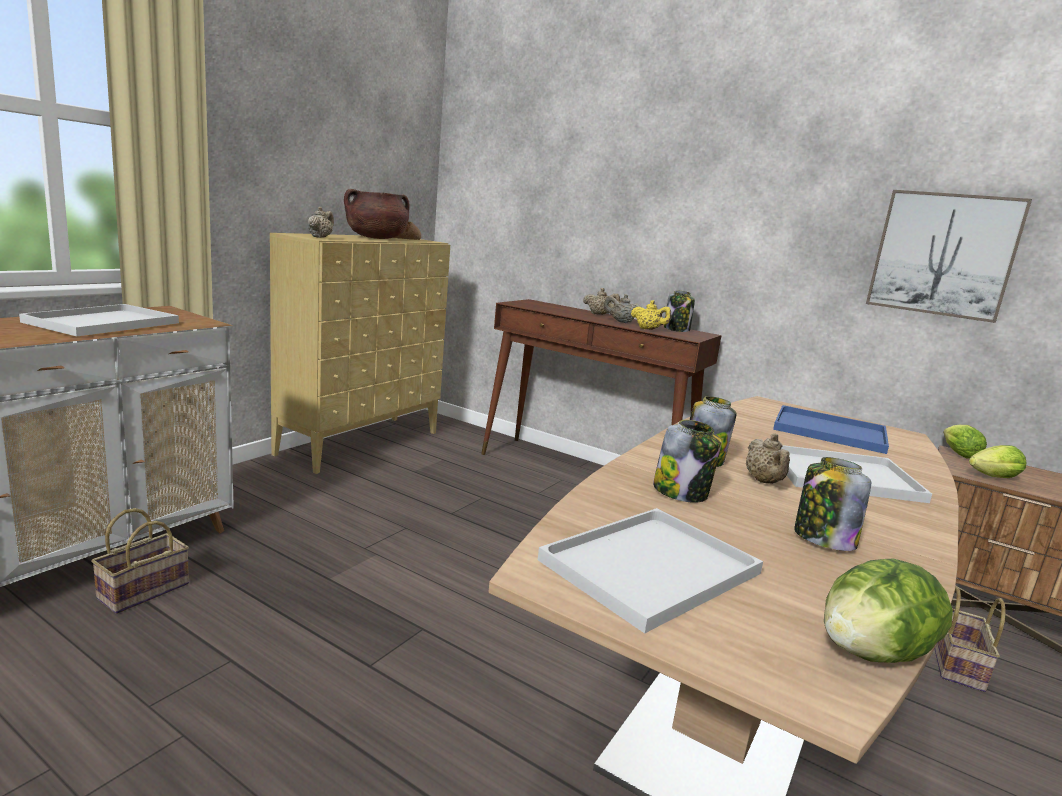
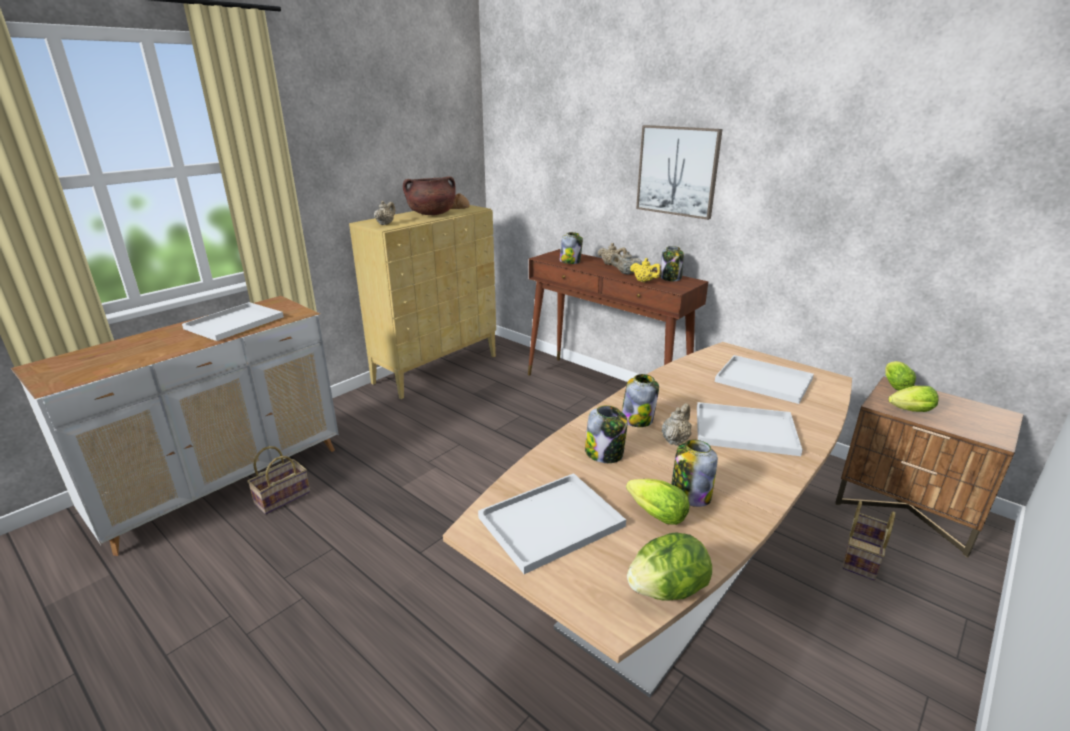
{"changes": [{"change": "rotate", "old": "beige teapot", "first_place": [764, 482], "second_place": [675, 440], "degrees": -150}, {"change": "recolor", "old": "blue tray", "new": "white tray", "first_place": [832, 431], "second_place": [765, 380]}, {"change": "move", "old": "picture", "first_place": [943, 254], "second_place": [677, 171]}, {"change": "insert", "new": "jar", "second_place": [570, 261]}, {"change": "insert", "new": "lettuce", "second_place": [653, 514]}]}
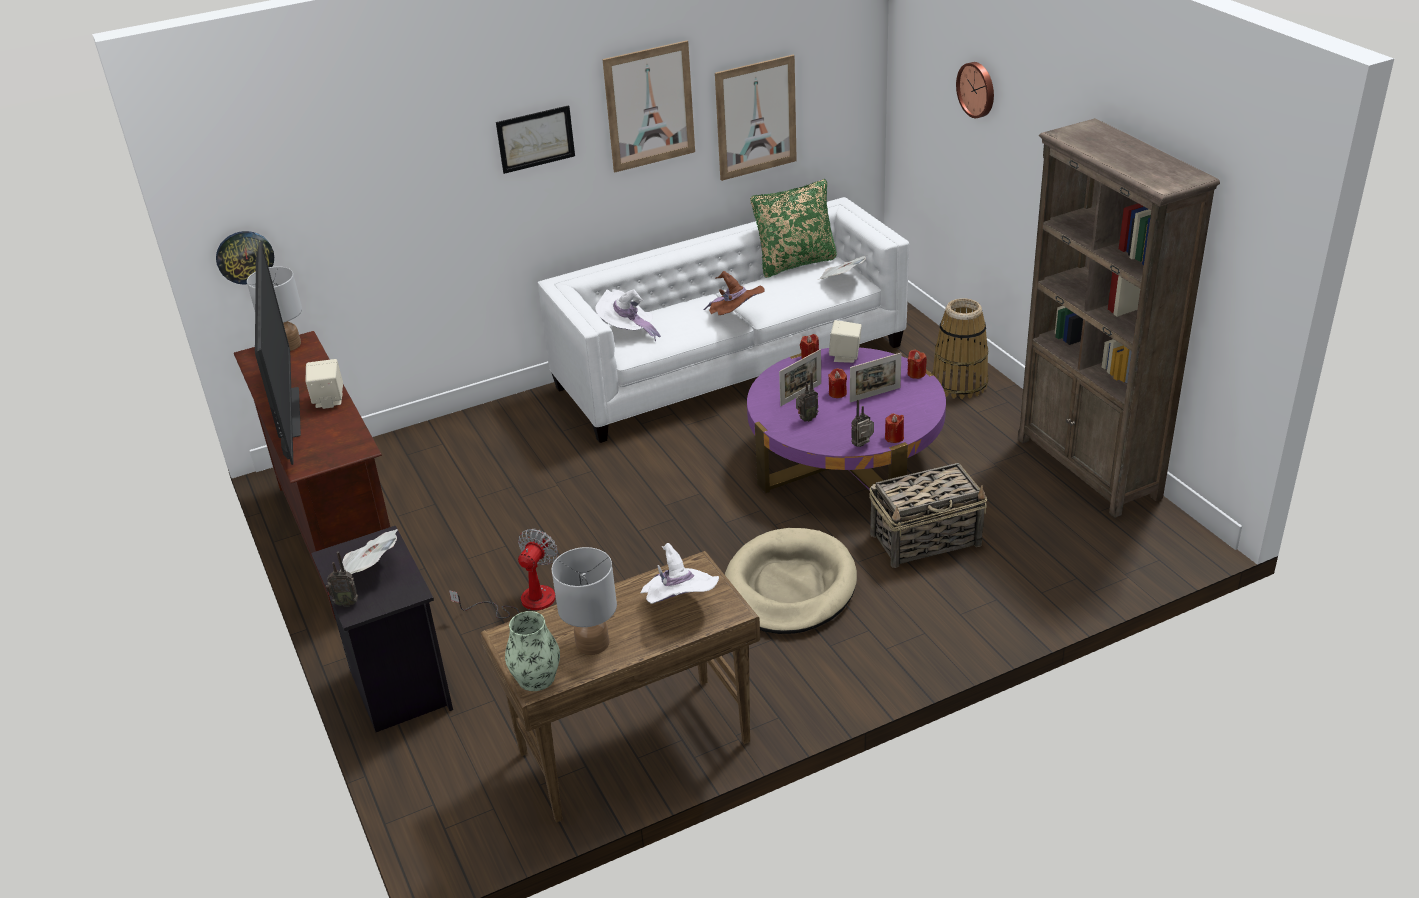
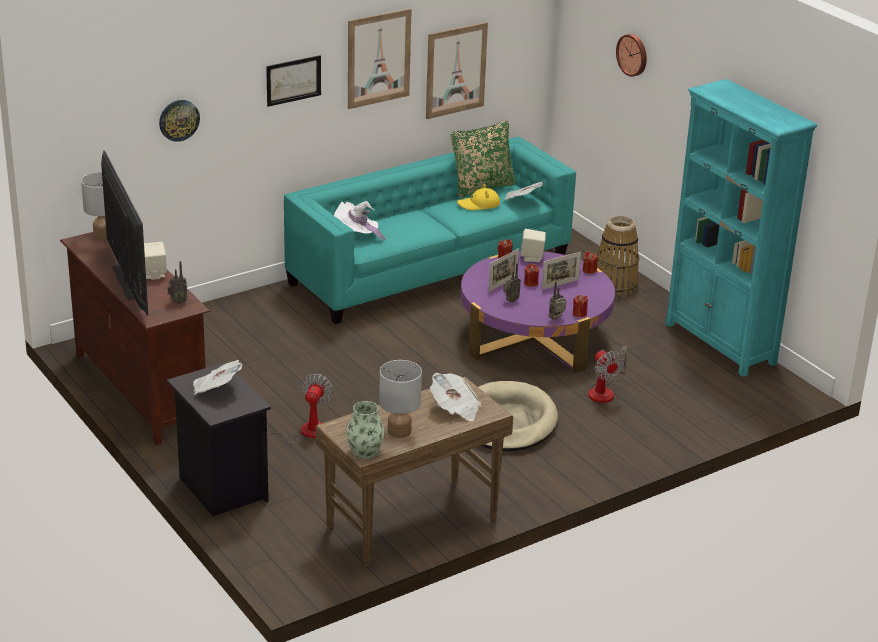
{"changes": [{"change": "move", "old": "wall clock", "first_place": [244, 257], "second_place": [179, 120]}, {"change": "move", "old": "radio", "first_place": [346, 603], "second_place": [178, 302]}, {"change": "recolor", "old": "white sofa", "new": "turquoise sofa", "first_place": [730, 367], "second_place": [429, 270]}, {"change": "replace", "old": "white hat", "new": "newspaper", "first_place": [679, 605], "second_place": [455, 408]}, {"change": "delete", "old": "brown hat", "first_place": [735, 316]}, {"change": "replace", "old": "basket", "new": "fan", "first_place": [926, 539], "second_place": [605, 391]}, {"change": "recolor", "old": "brown bookcase", "new": "turquoise bookcase", "first_place": [1088, 468], "second_place": [720, 344]}, {"change": "insert", "new": "yellow hat", "second_place": [479, 204]}]}
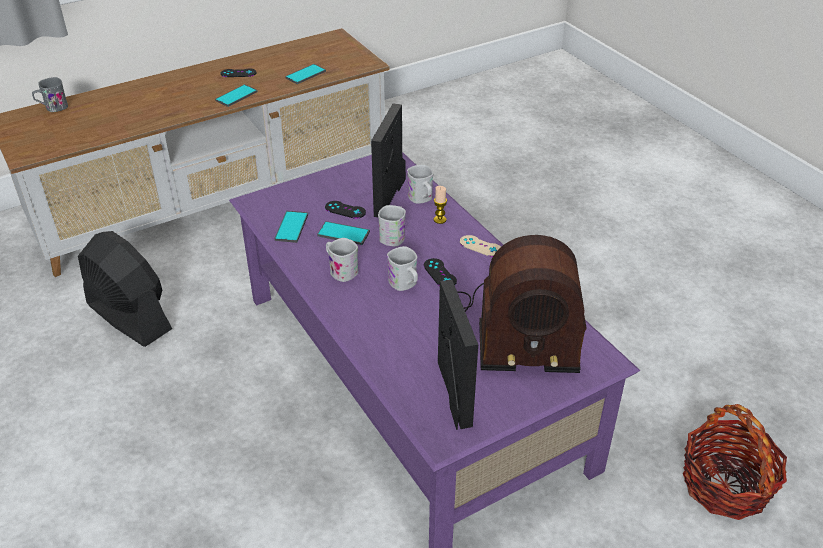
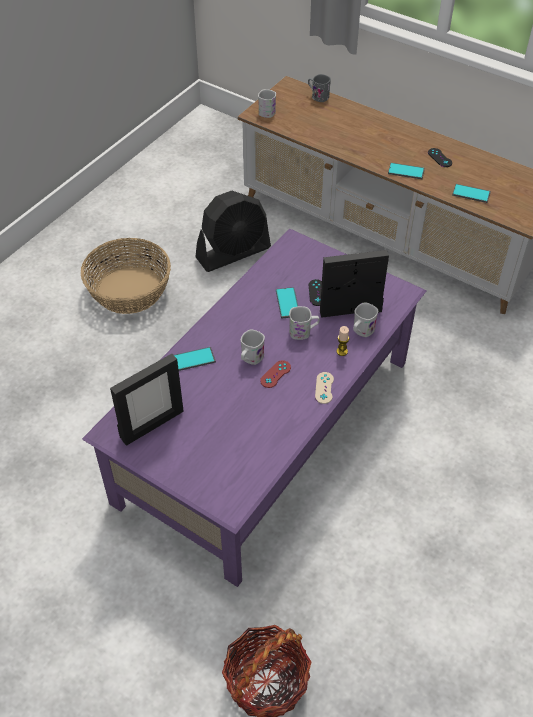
{"changes": [{"change": "rotate", "old": "black fan", "first_place": [129, 317], "second_place": [233, 253], "degrees": 45}, {"change": "move", "old": "phone", "first_place": [291, 227], "second_place": [193, 359]}, {"change": "move", "old": "white mug", "first_place": [340, 270], "second_place": [268, 111]}, {"change": "recolor", "old": "black game controller", "new": "red game controller", "first_place": [440, 273], "second_place": [275, 374]}, {"change": "delete", "old": "radio", "first_place": [509, 331]}, {"change": "insert", "new": "basket", "second_place": [129, 290]}]}
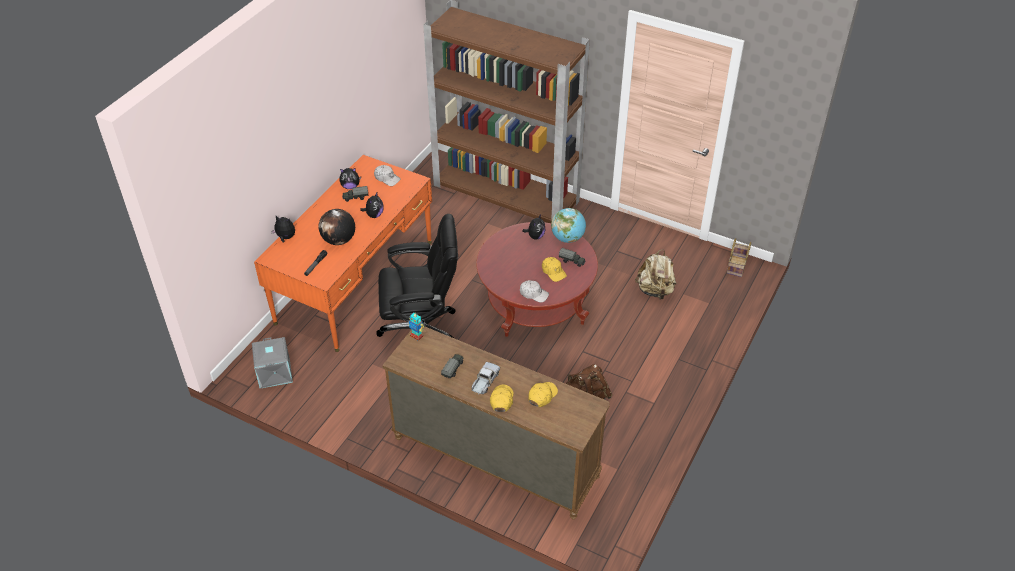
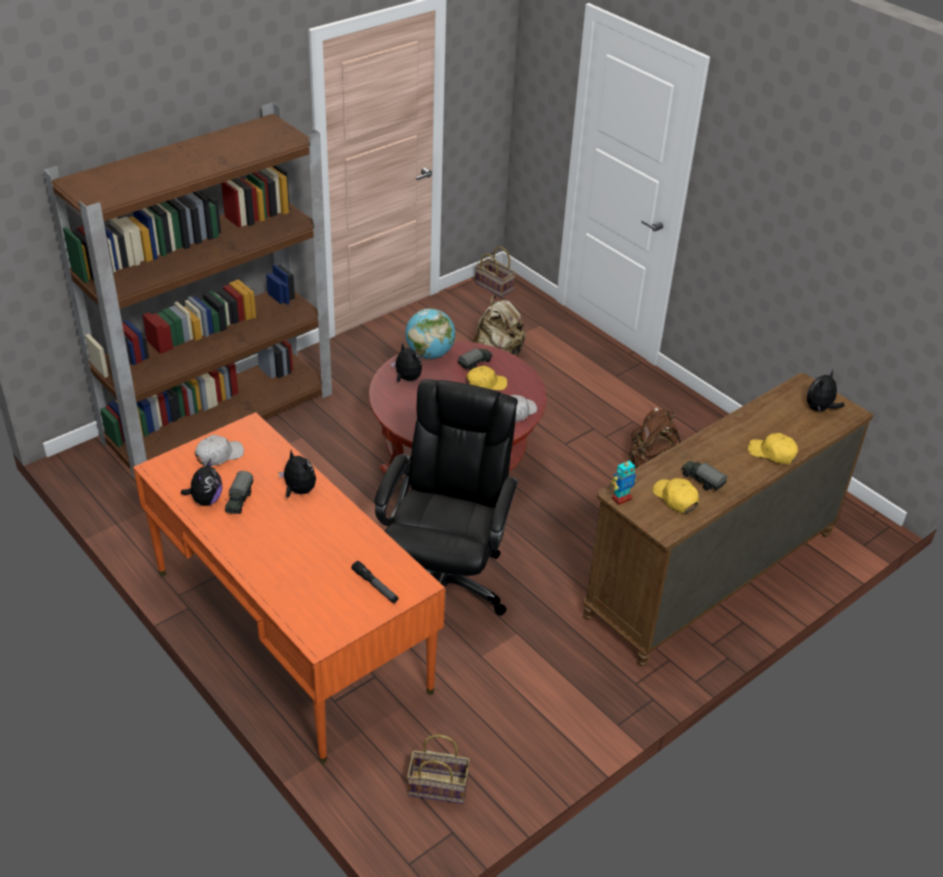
{"changes": [{"change": "replace", "old": "grey storage box", "new": "basket", "first_place": [275, 373], "second_place": [439, 786]}, {"change": "move", "old": "plush toy", "first_place": [285, 238], "second_place": [819, 409]}, {"change": "delete", "old": "globe", "first_place": [339, 240]}, {"change": "delete", "old": "toy truck", "first_place": [485, 382]}, {"change": "move", "old": "yellow cap", "first_place": [542, 396], "second_place": [675, 498]}]}
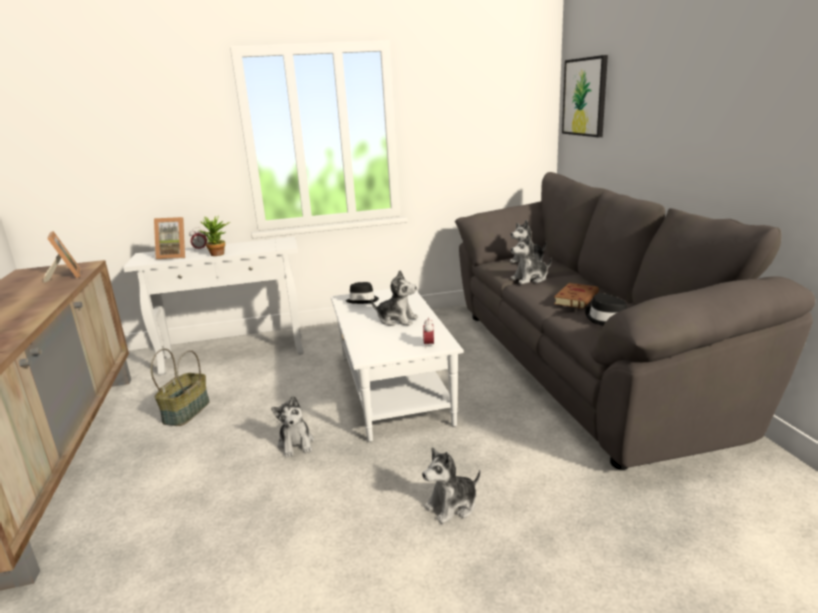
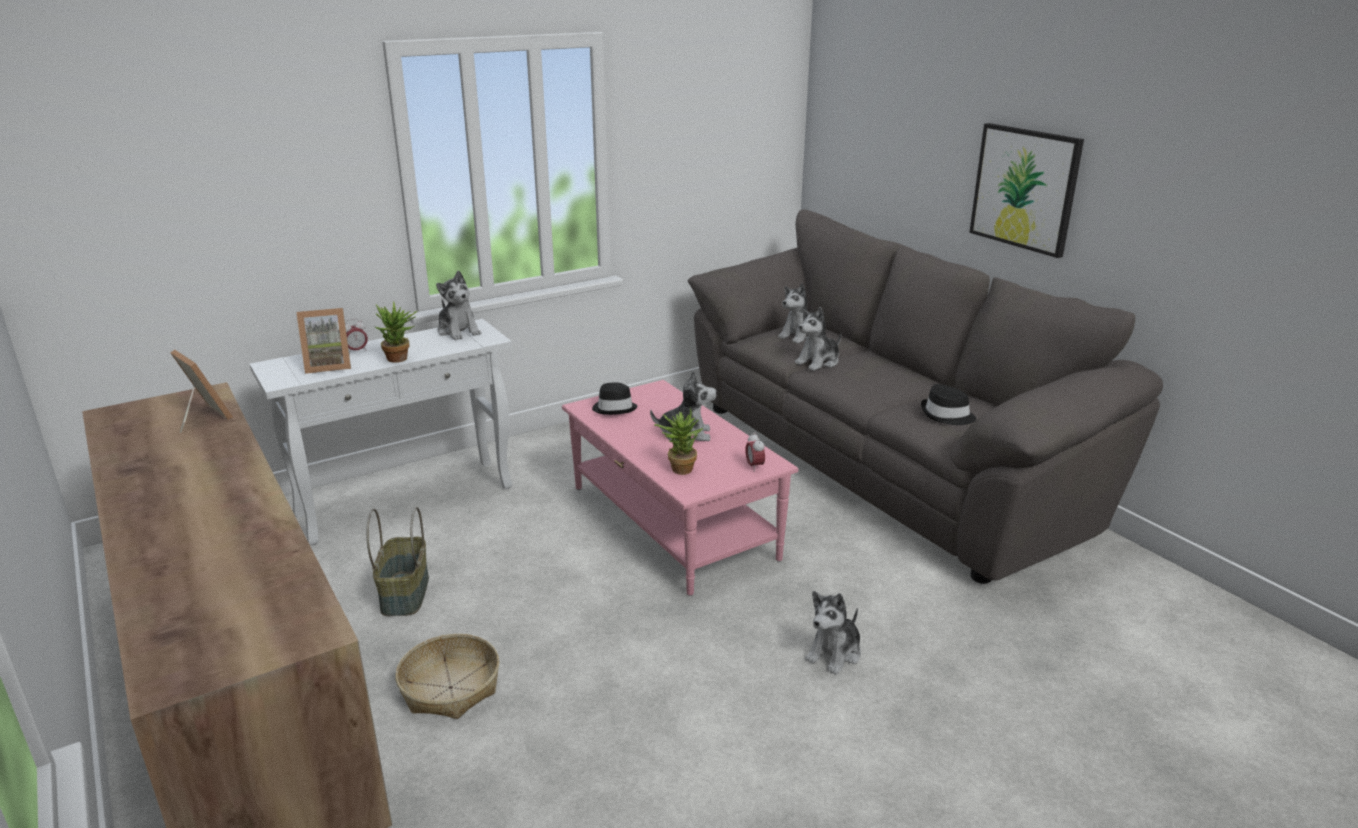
{"changes": [{"change": "move", "old": "plush toy", "first_place": [296, 444], "second_place": [459, 331]}, {"change": "recolor", "old": "white coffee table", "new": "pink coffee table", "first_place": [393, 389], "second_place": [673, 523]}, {"change": "delete", "old": "brown book", "first_place": [576, 298]}, {"change": "move", "old": "picture", "first_place": [585, 97], "second_place": [1025, 188]}, {"change": "insert", "new": "basket", "second_place": [450, 687]}, {"change": "insert", "new": "potted plant", "second_place": [679, 468]}]}
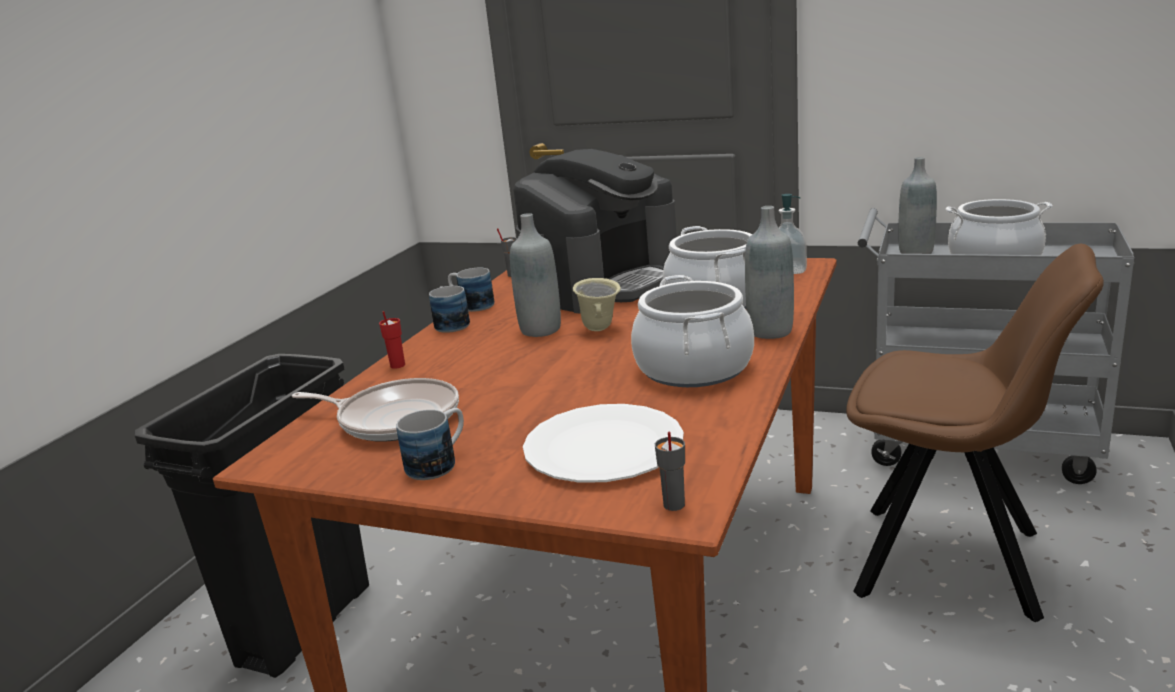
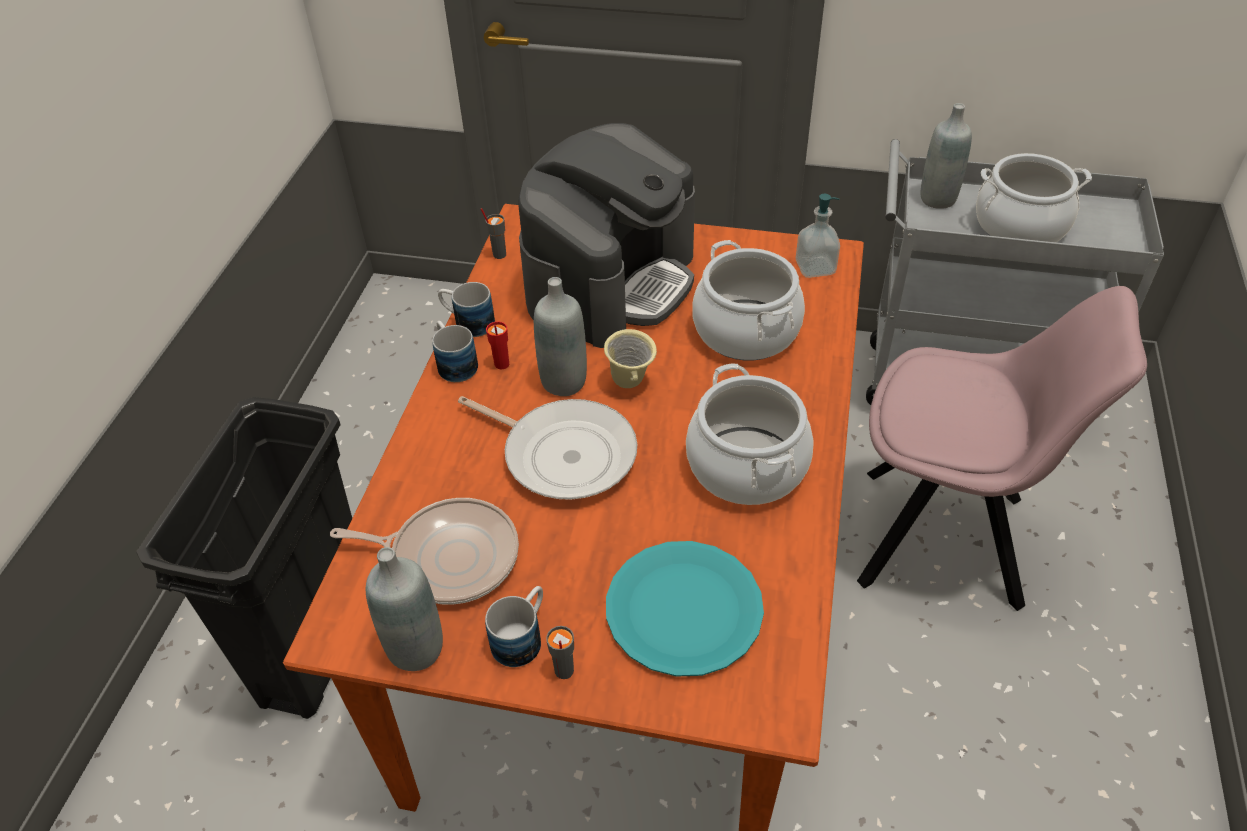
{"changes": [{"change": "move", "old": "red cup", "first_place": [397, 365], "second_place": [501, 364]}, {"change": "recolor", "old": "white plate", "new": "turquoise plate", "first_place": [603, 447], "second_place": [683, 609]}, {"change": "move", "old": "grey cup", "first_place": [673, 505], "second_place": [563, 671]}, {"change": "move", "old": "grey bottle", "first_place": [770, 331], "second_place": [416, 648]}, {"change": "recolor", "old": "brown chair", "new": "pink chair", "first_place": [950, 562], "second_place": [943, 539]}, {"change": "insert", "new": "frying pan", "second_place": [564, 454]}]}
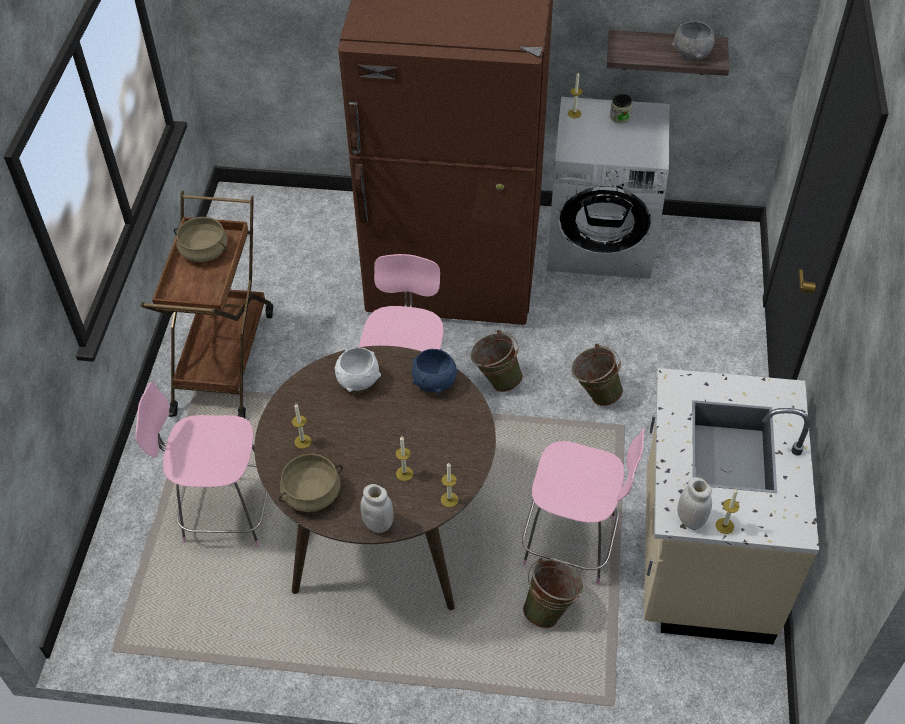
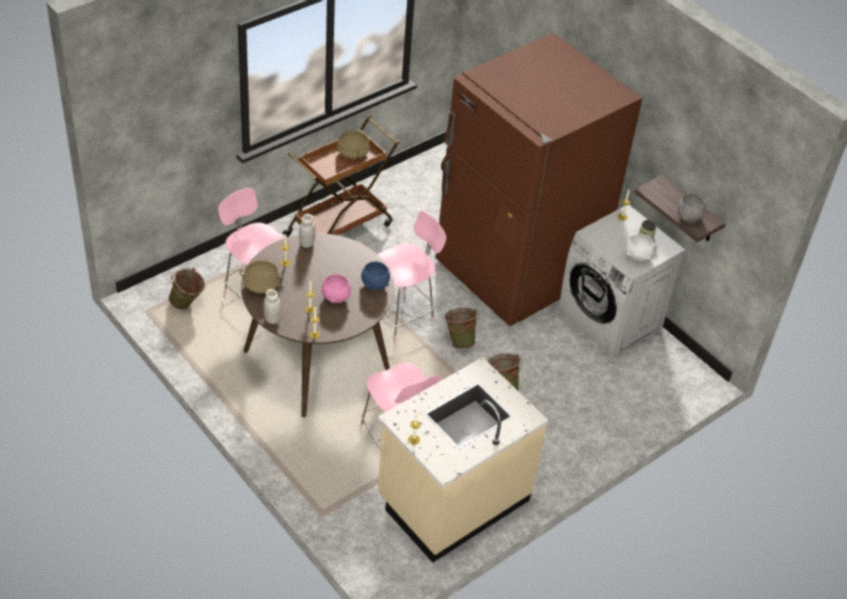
{"changes": [{"change": "move", "old": "white bowl", "first_place": [357, 380], "second_place": [637, 255]}, {"change": "move", "old": "green bucket", "first_place": [551, 609], "second_place": [188, 304]}, {"change": "move", "old": "white jar", "first_place": [690, 520], "second_place": [307, 243]}, {"change": "insert", "new": "pink bowl", "second_place": [335, 297]}]}
